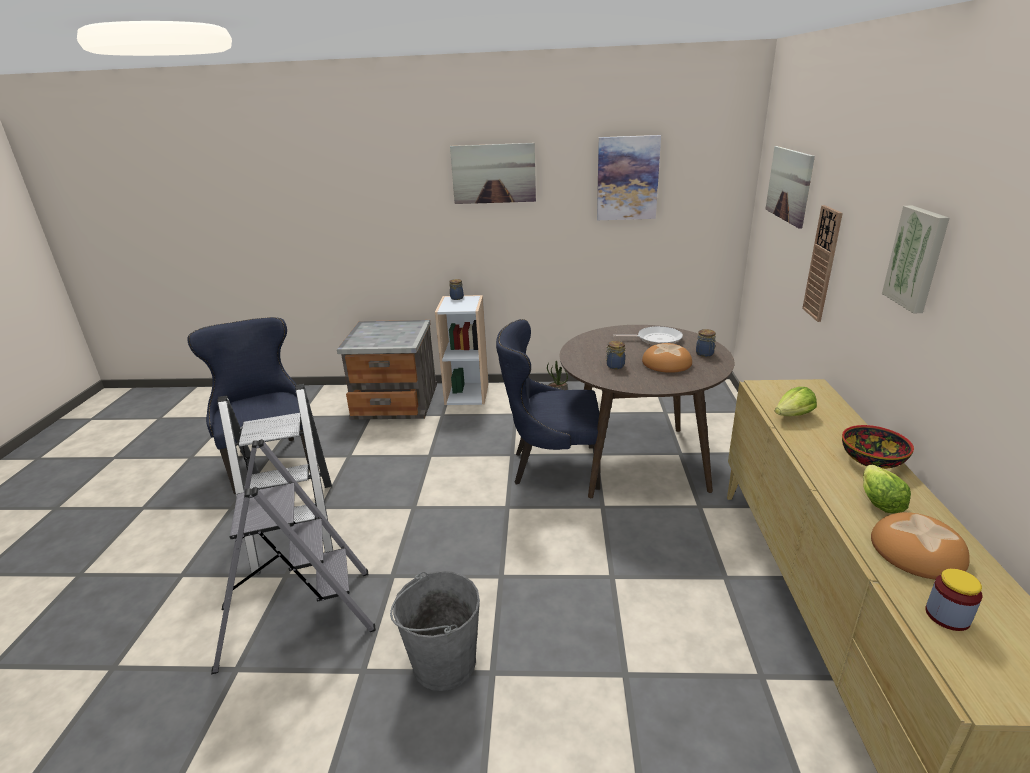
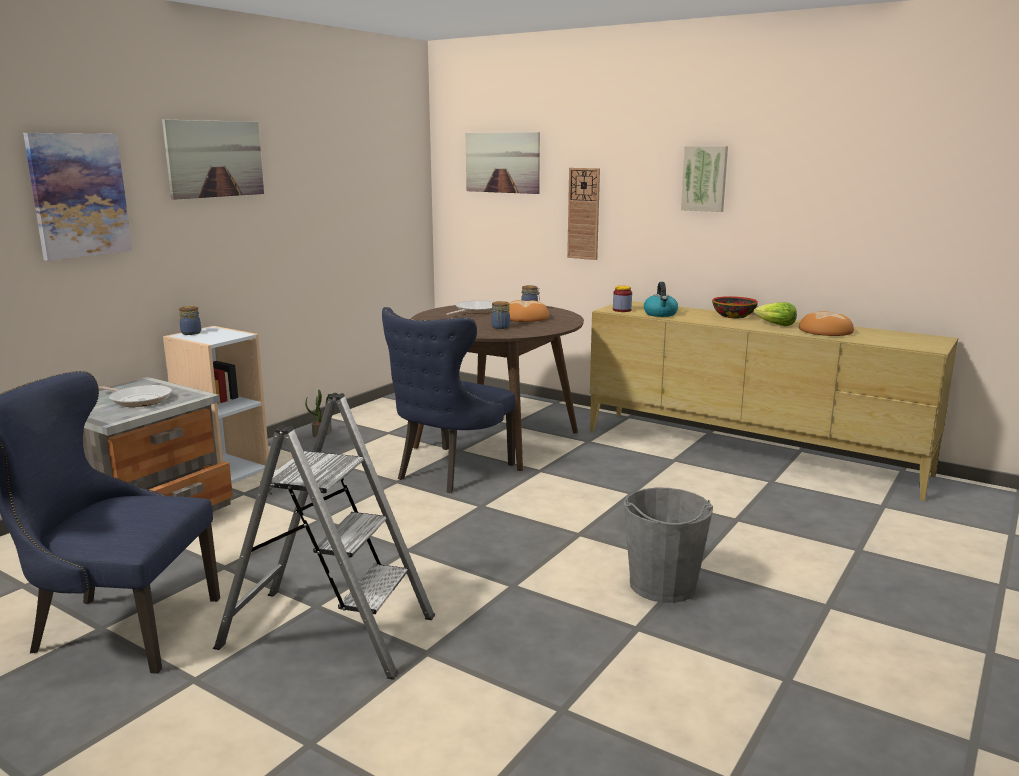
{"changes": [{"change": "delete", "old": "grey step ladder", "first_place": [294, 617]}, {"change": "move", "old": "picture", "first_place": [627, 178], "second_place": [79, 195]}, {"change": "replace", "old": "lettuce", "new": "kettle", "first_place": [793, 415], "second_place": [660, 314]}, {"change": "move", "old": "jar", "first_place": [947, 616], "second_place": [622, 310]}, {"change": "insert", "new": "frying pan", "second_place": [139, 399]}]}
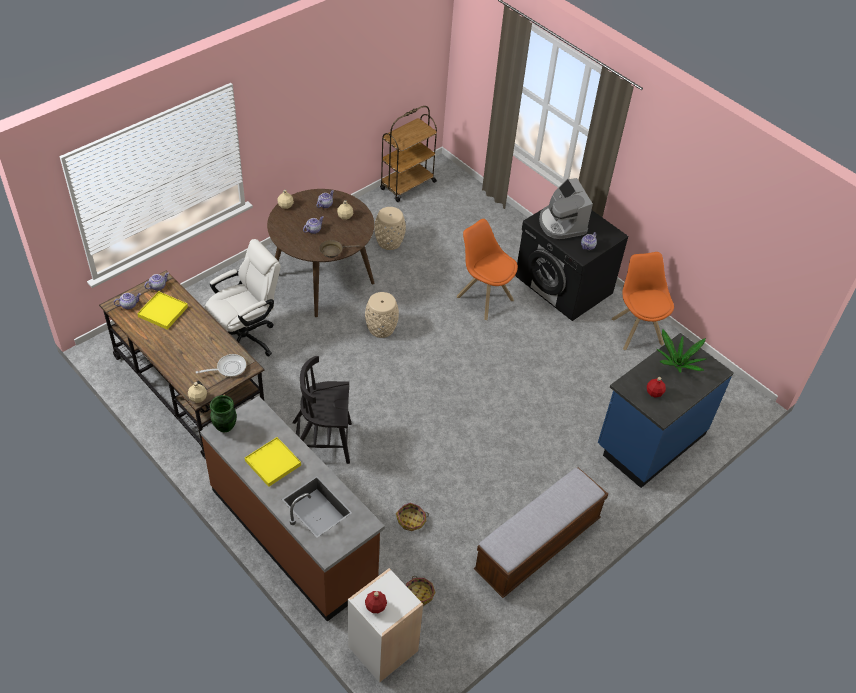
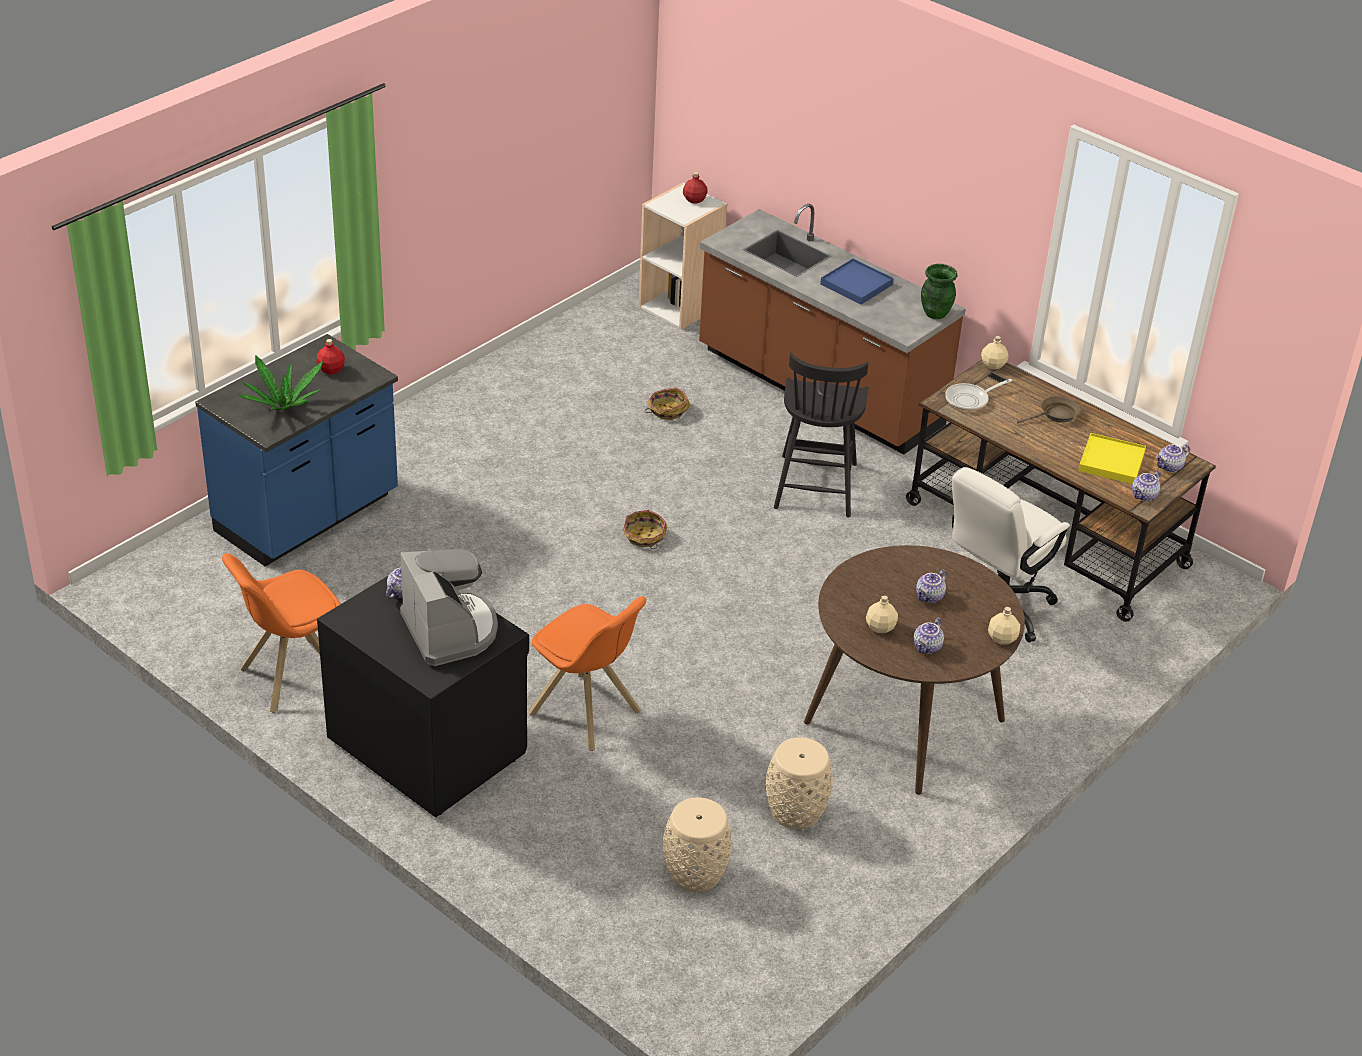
{"changes": [{"change": "recolor", "old": "yellow tray", "new": "blue tray", "first_place": [273, 463], "second_place": [856, 284]}, {"change": "rotate", "old": "black chair", "first_place": [322, 442], "second_place": [815, 483], "degrees": 105}, {"change": "move", "old": "brown frying pan", "first_place": [333, 251], "second_place": [1056, 415]}, {"change": "move", "old": "beige stool", "first_place": [381, 328], "second_place": [695, 873]}, {"change": "delete", "old": "brown cart", "first_place": [407, 186]}, {"change": "move", "old": "basket", "first_place": [419, 594], "second_place": [644, 537]}, {"change": "delete", "old": "bench", "first_place": [537, 545]}, {"change": "rotate", "old": "orange chair", "first_place": [636, 331], "second_place": [292, 676], "degrees": 75}]}
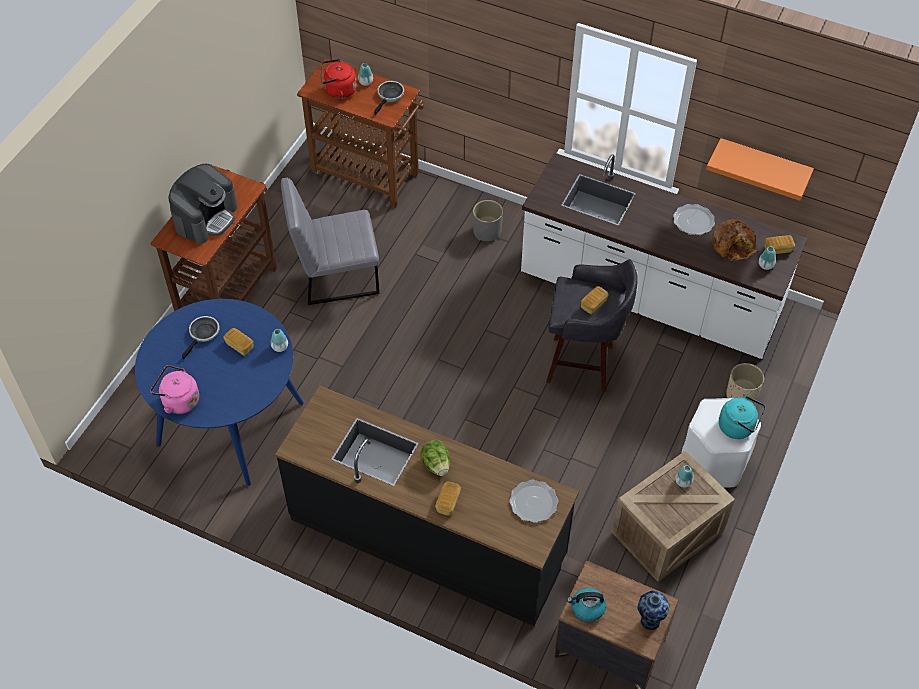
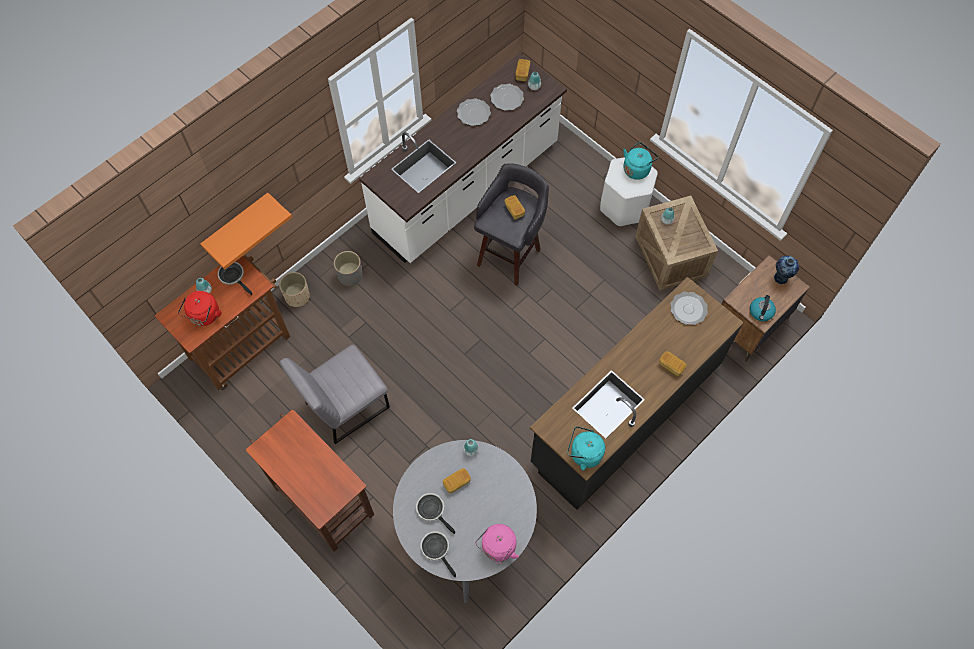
{"changes": [{"change": "recolor", "old": "blue dining table", "new": "grey dining table", "first_place": [230, 424], "second_place": [466, 534]}, {"change": "delete", "old": "coffee machine", "first_place": [206, 217]}, {"change": "rotate", "old": "grey chair", "first_place": [336, 276], "second_place": [345, 406], "degrees": 45}, {"change": "delete", "old": "lettuce", "first_place": [436, 464]}, {"change": "move", "old": "orange shelf", "first_place": [763, 164], "second_place": [237, 225]}, {"change": "replace", "old": "bread", "new": "plate", "first_place": [732, 244], "second_place": [506, 98]}, {"change": "move", "old": "beige planter", "first_place": [741, 396], "second_place": [297, 297]}, {"change": "insert", "new": "frying pan", "second_place": [437, 549]}, {"change": "insert", "new": "turquoise kettle", "second_place": [584, 453]}]}
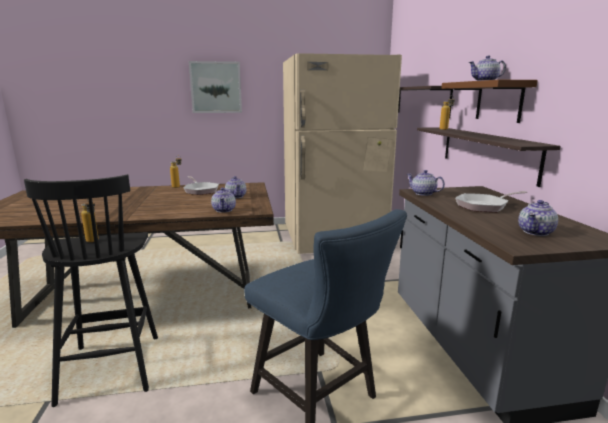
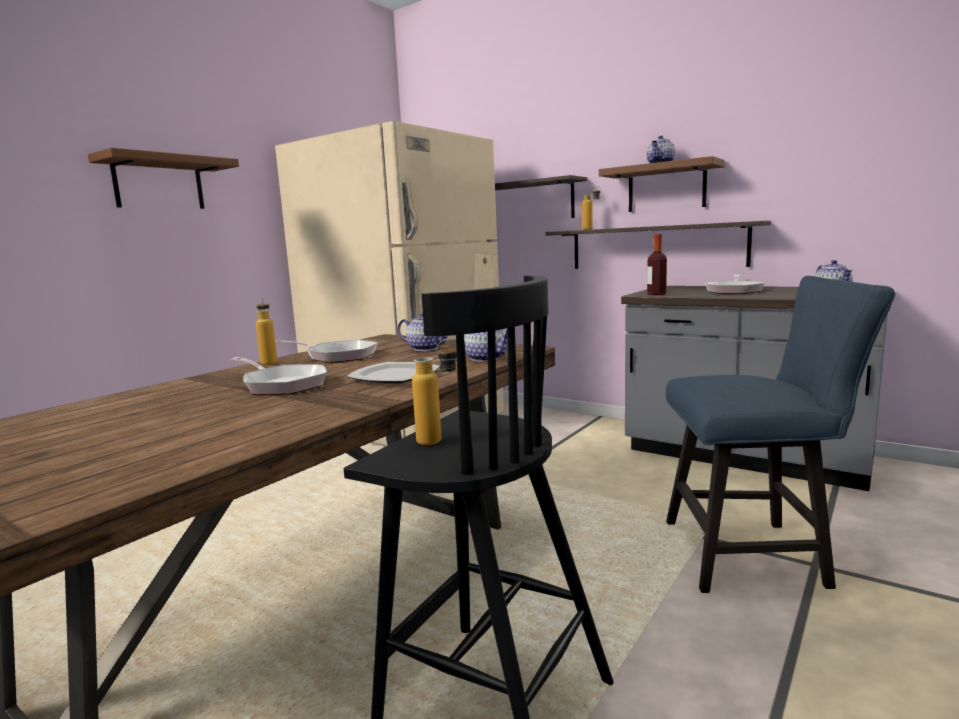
{"changes": [{"change": "replace", "old": "picture", "new": "brown shelf", "first_place": [216, 87], "second_place": [159, 183]}, {"change": "replace", "old": "teapot", "new": "bottle", "first_place": [423, 193], "second_place": [656, 294]}, {"change": "insert", "new": "frying pan", "second_place": [282, 385]}, {"change": "insert", "new": "plate", "second_place": [394, 376]}]}
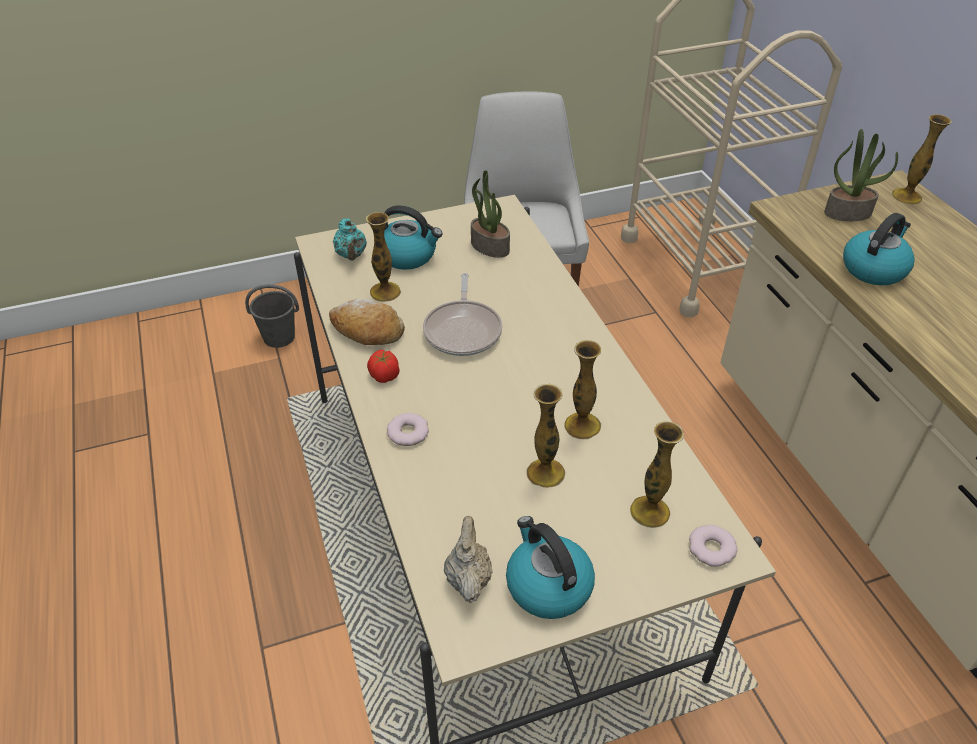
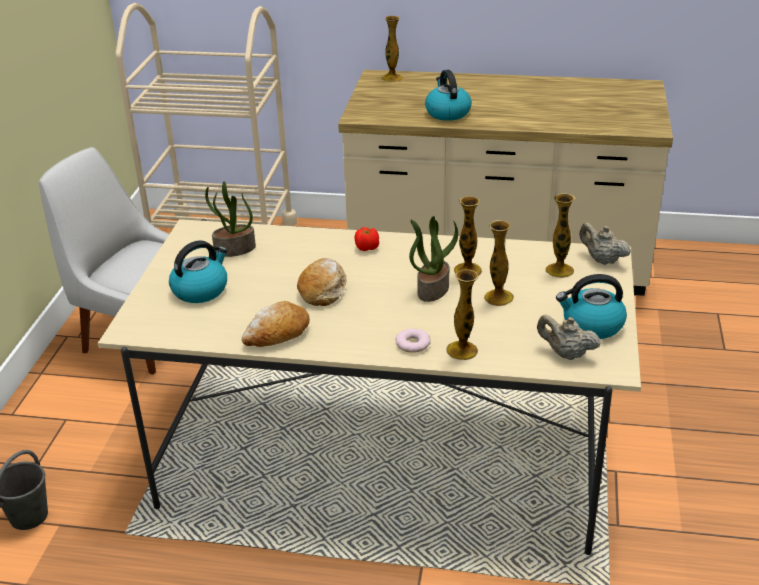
{"changes": [{"change": "delete", "old": "turquoise teapot", "first_place": [351, 255]}, {"change": "move", "old": "vase", "first_place": [385, 292], "second_place": [462, 350]}, {"change": "move", "old": "tomato", "first_place": [384, 376], "second_place": [367, 248]}, {"change": "replace", "old": "frying pan", "new": "bread", "first_place": [463, 330], "second_place": [323, 289]}, {"change": "replace", "old": "donut", "new": "beige teapot", "first_place": [711, 549], "second_place": [602, 260]}, {"change": "move", "old": "potted plant", "first_place": [848, 212], "second_place": [432, 289]}]}
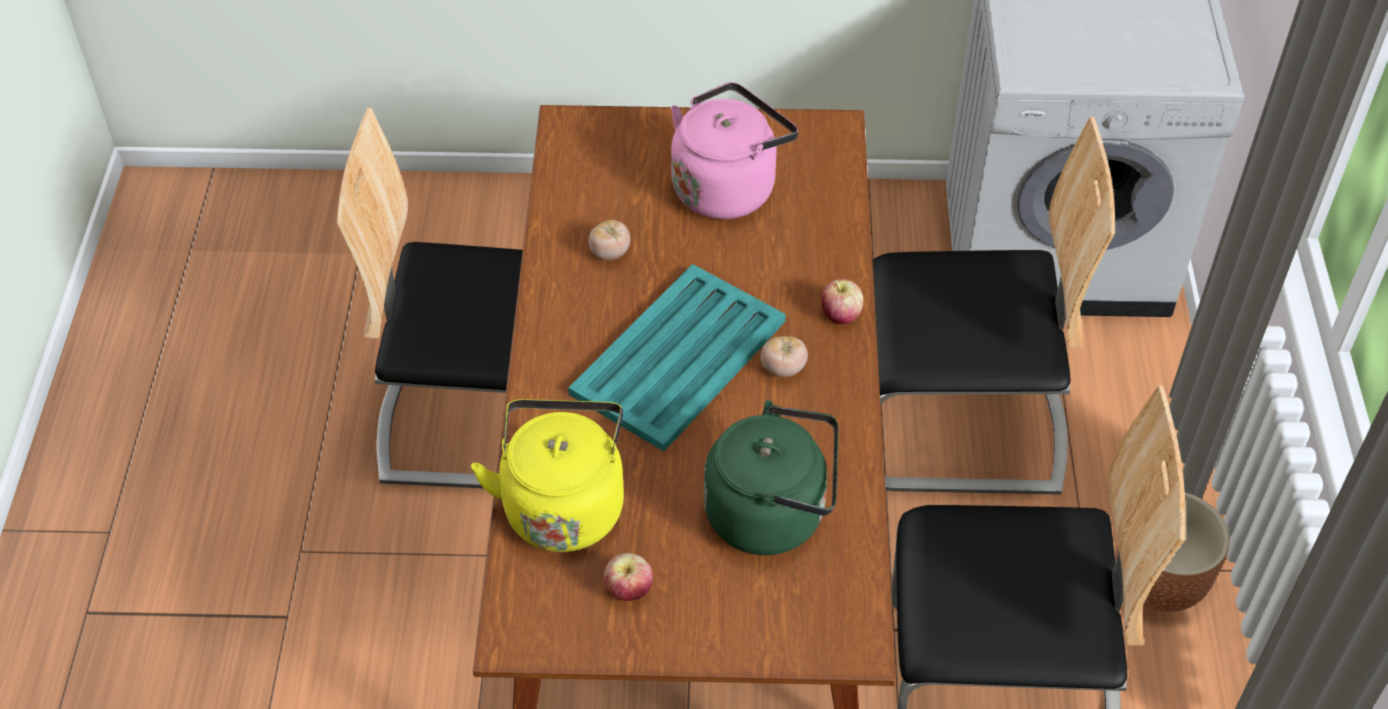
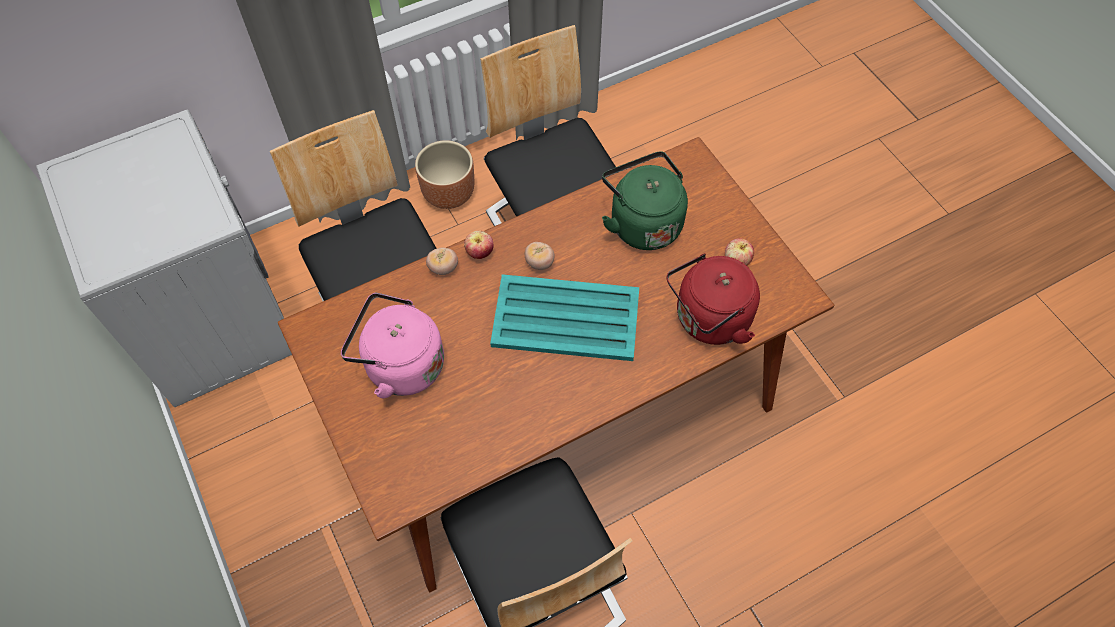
{"changes": [{"change": "recolor", "old": "yellow kettle", "new": "red kettle", "first_place": [563, 504], "second_place": [708, 320]}, {"change": "move", "old": "tomato", "first_place": [610, 253], "second_place": [443, 268]}]}
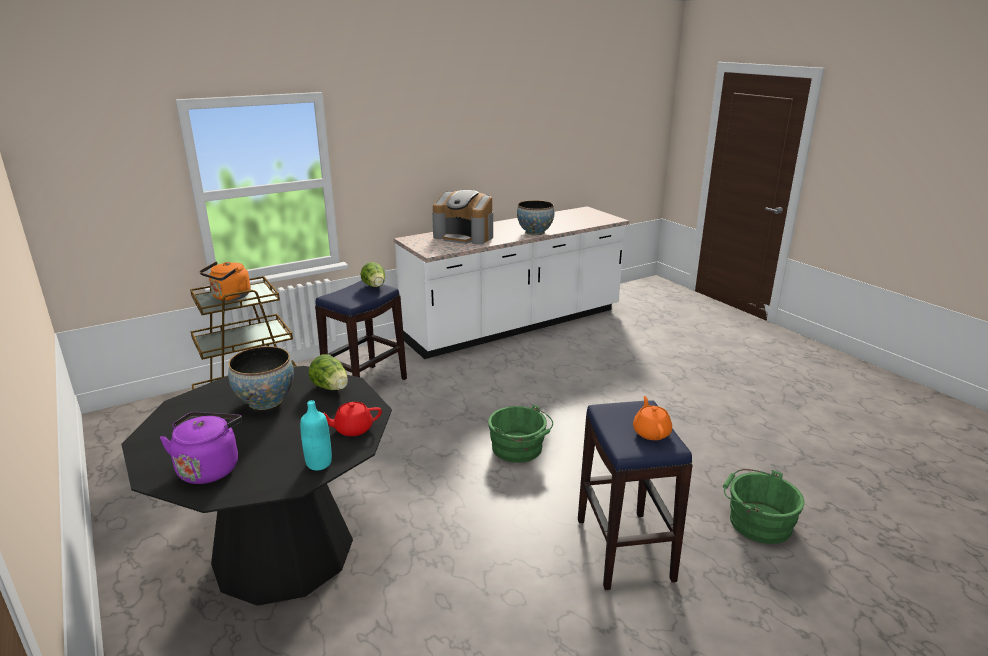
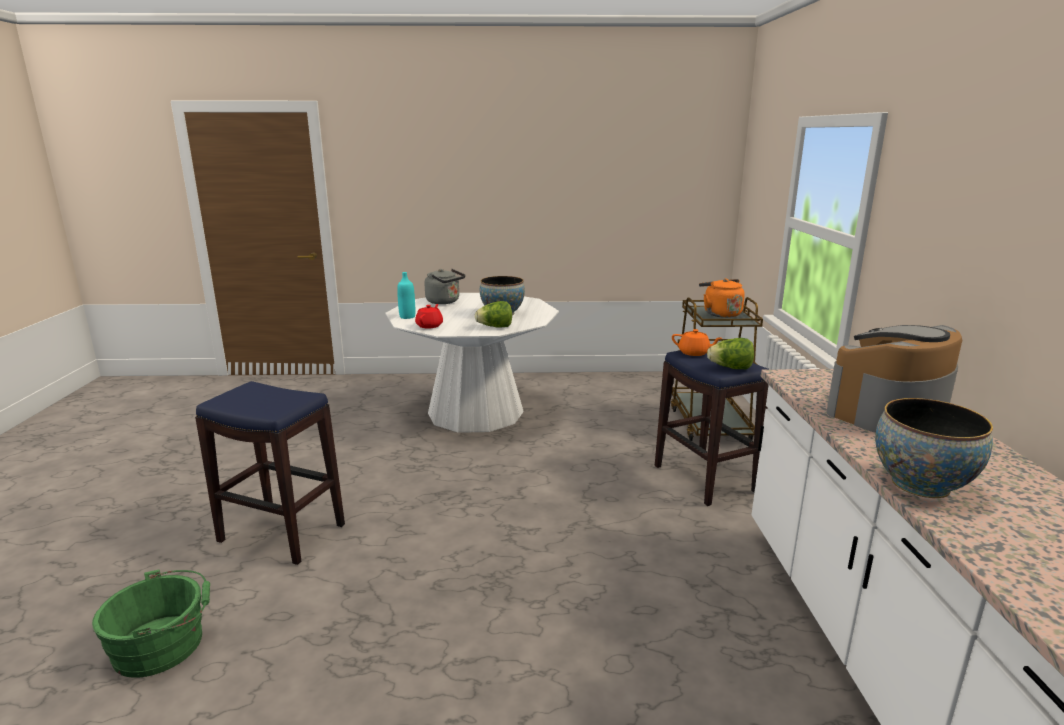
{"changes": [{"change": "recolor", "old": "black dining table", "new": "white dining table", "first_place": [283, 551], "second_place": [475, 412]}, {"change": "recolor", "old": "purple kettle", "new": "grey kettle", "first_place": [210, 467], "second_place": [445, 302]}, {"change": "delete", "old": "green bucket", "first_place": [519, 449]}, {"change": "move", "old": "orange teapot", "first_place": [651, 432], "second_place": [694, 353]}]}
